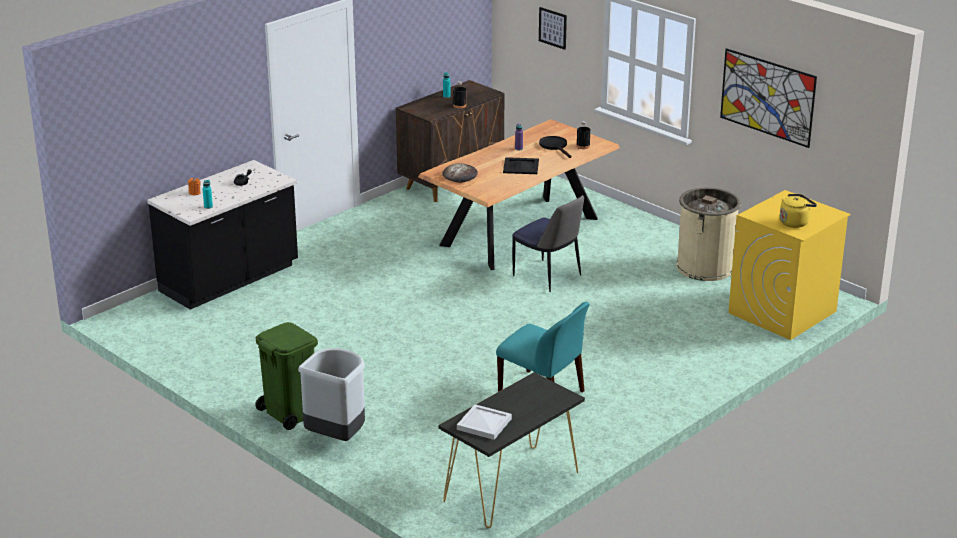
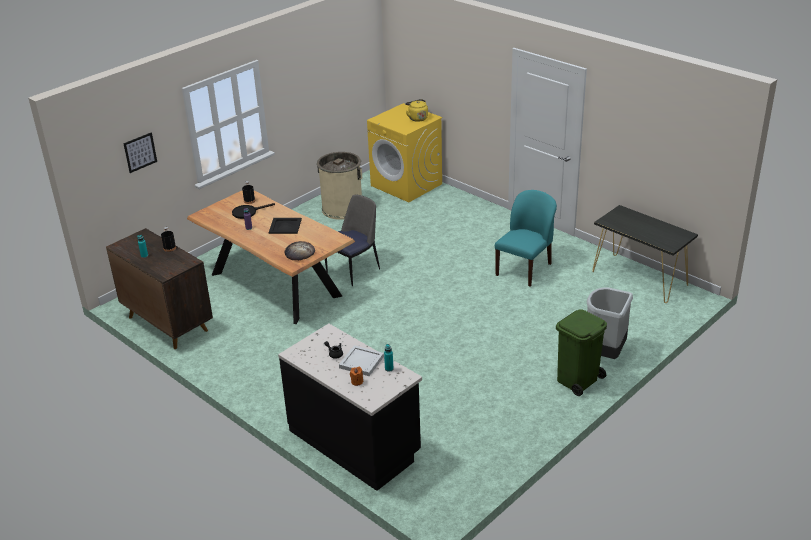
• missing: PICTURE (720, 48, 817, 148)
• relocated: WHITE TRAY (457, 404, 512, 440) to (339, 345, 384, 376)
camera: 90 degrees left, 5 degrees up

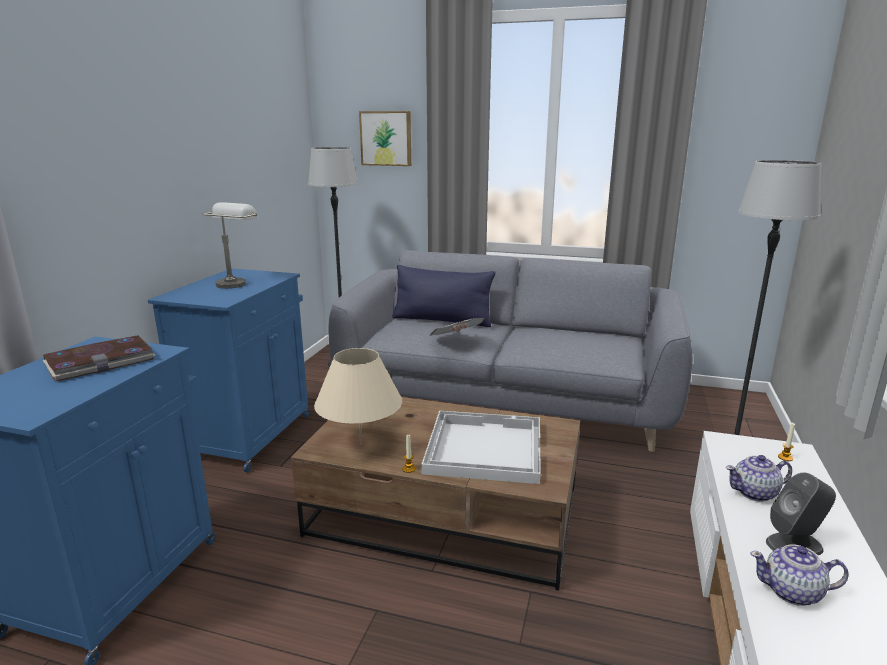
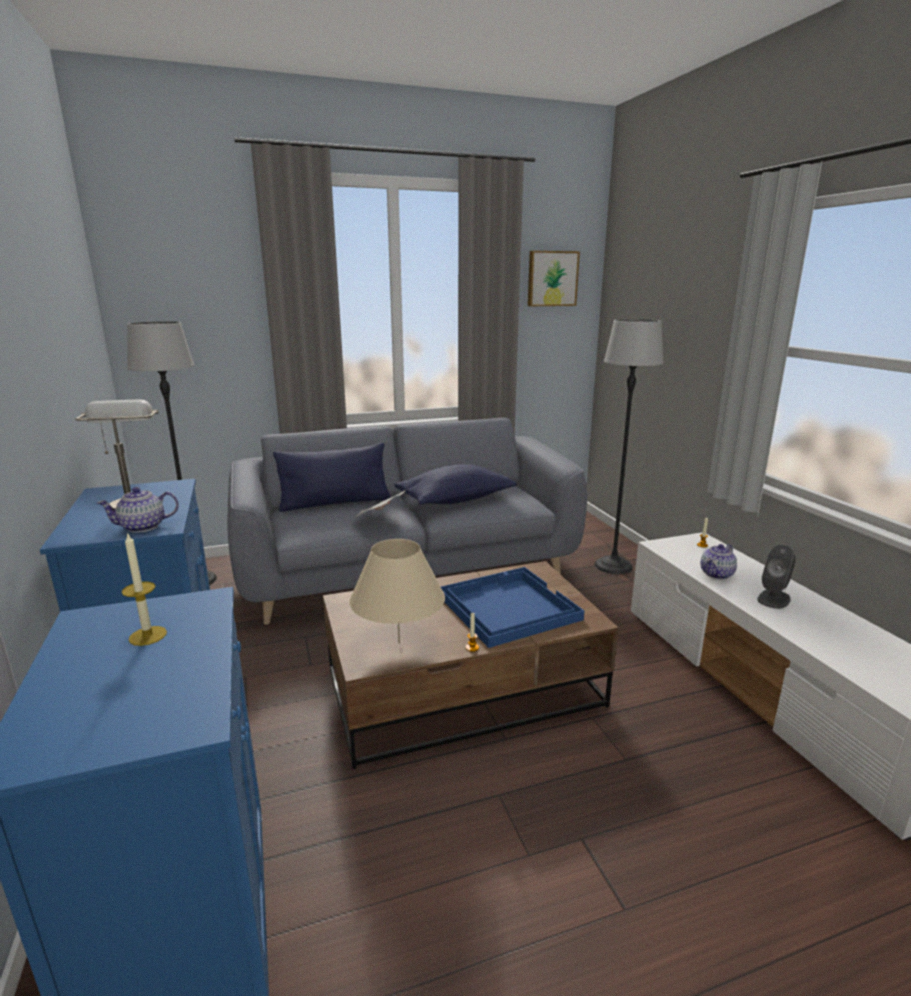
• relocated: PICTURE (359, 111, 411, 166) to (528, 251, 580, 306)
• exchanged: BOOK (43, 335, 156, 382) to CANDLE (122, 532, 167, 646)
• colour: WHITE TRAY (421, 411, 541, 484) to BLUE TRAY (441, 567, 584, 648)
• relocated: TEAPOT (750, 544, 849, 606) to (97, 487, 179, 533)
• appeared: BLUE PILLOW (394, 464, 517, 505)
camera: 35 degrees left, 0 degrees up

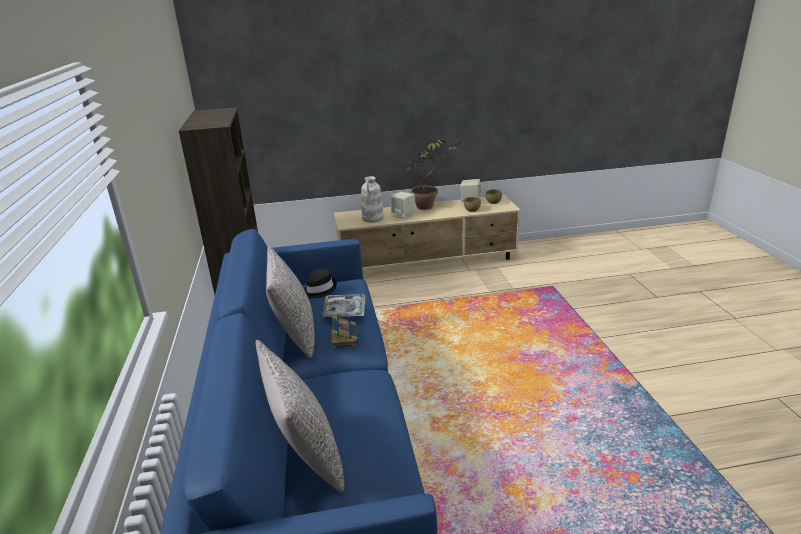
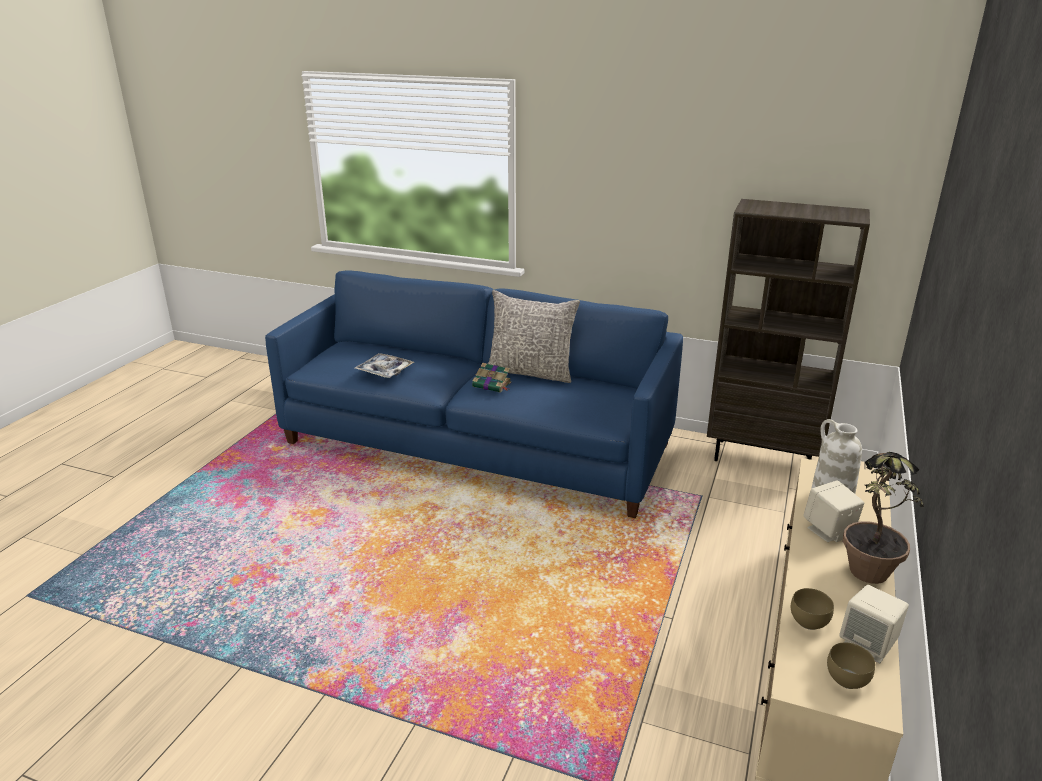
• missing: BLACK HAT (304, 268, 337, 299)
• relocated: TRAY (322, 294, 365, 318) to (355, 353, 414, 378)
• missing: GREY PILLOW (256, 340, 345, 492)
camera: 120 degrees right, 0 degrees up

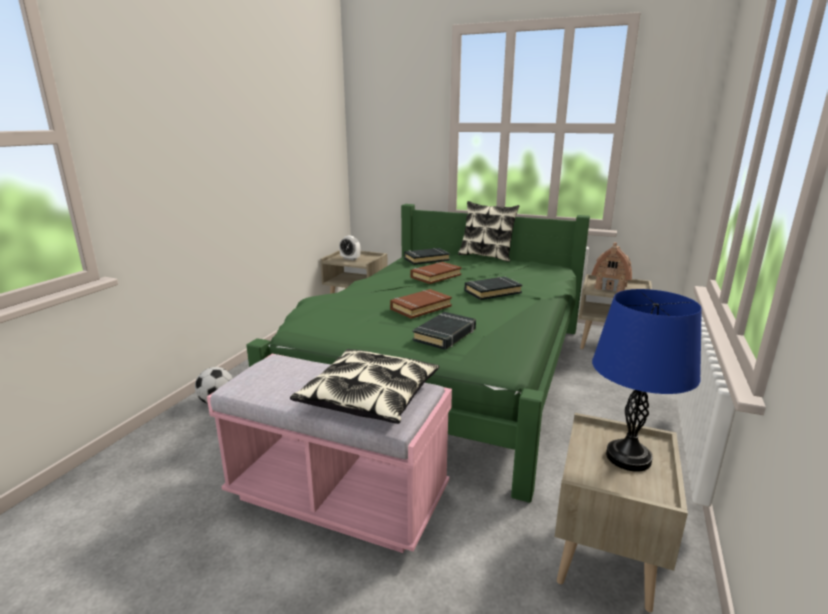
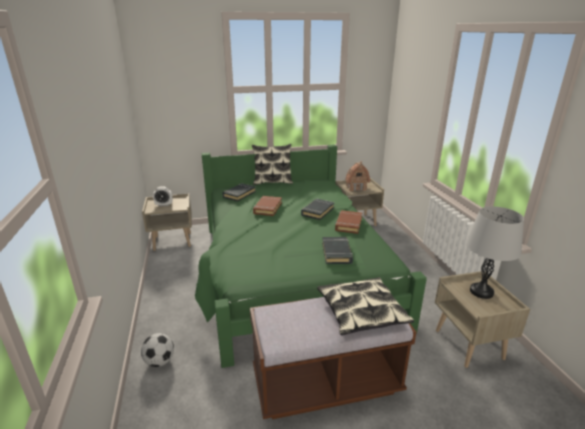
• relocated: BROWN BOOK (390, 289, 452, 319) to (335, 210, 362, 234)
• colour: BLUE TABLE LAMP (592, 289, 701, 472) to GREY TABLE LAMP (466, 206, 524, 299)
• colour: PINK BENCH (207, 354, 452, 553) to BROWN BENCH (250, 297, 416, 419)
camera: 35 degrees left, 5 degrees up

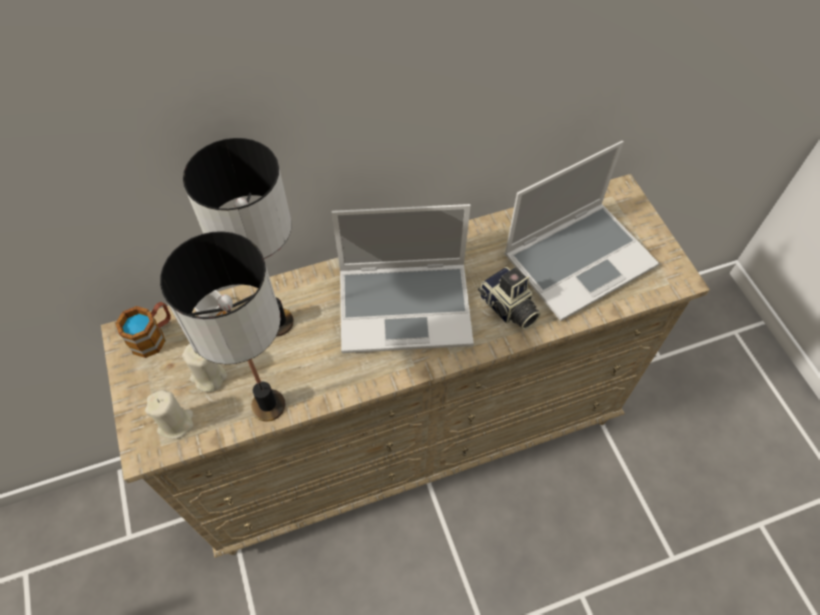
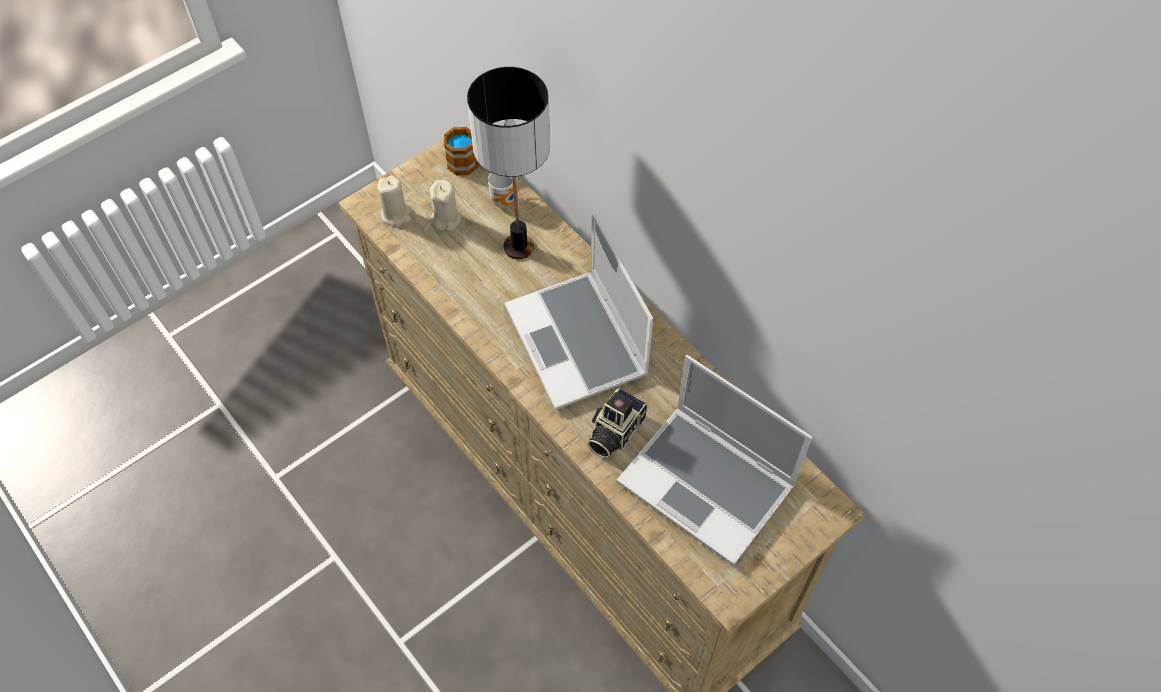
• missing: TABLE LAMP (160, 231, 285, 422)
camera: 70 degrees right, 0 degrees up

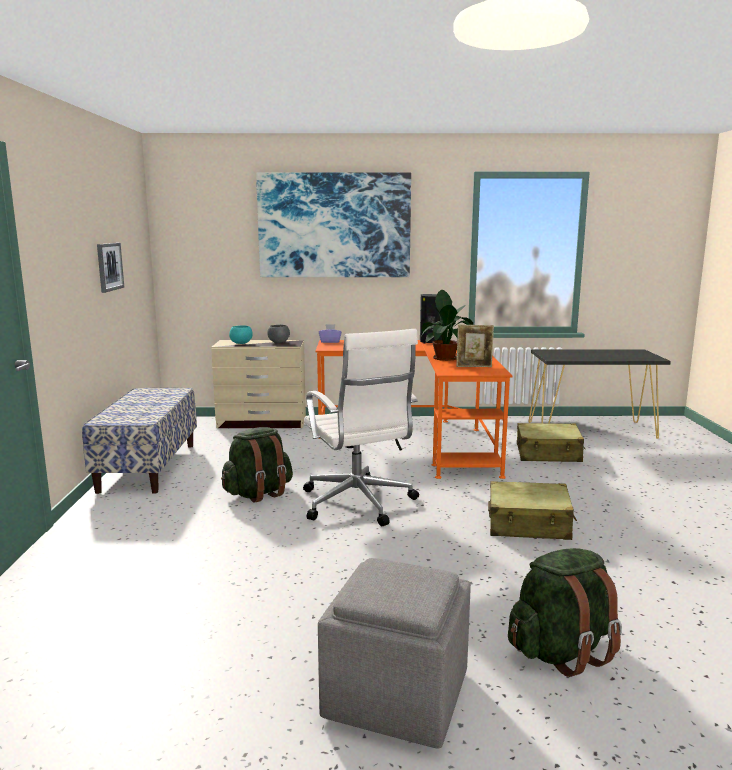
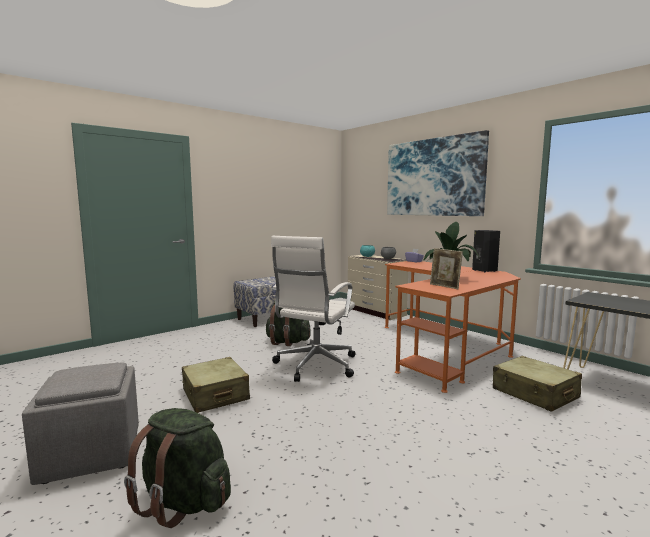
• missing: PICTURE (97, 243, 124, 293)
• relocated: BEIGE SUITCASE (488, 481, 577, 540) to (182, 357, 250, 413)
camera: 50 degrees right, 5 degrees down

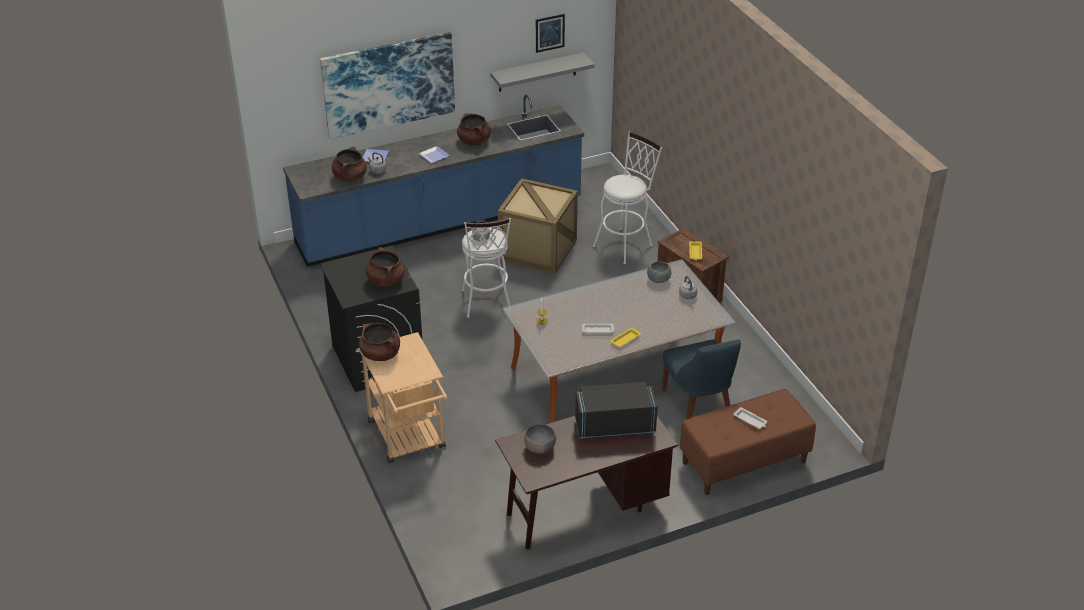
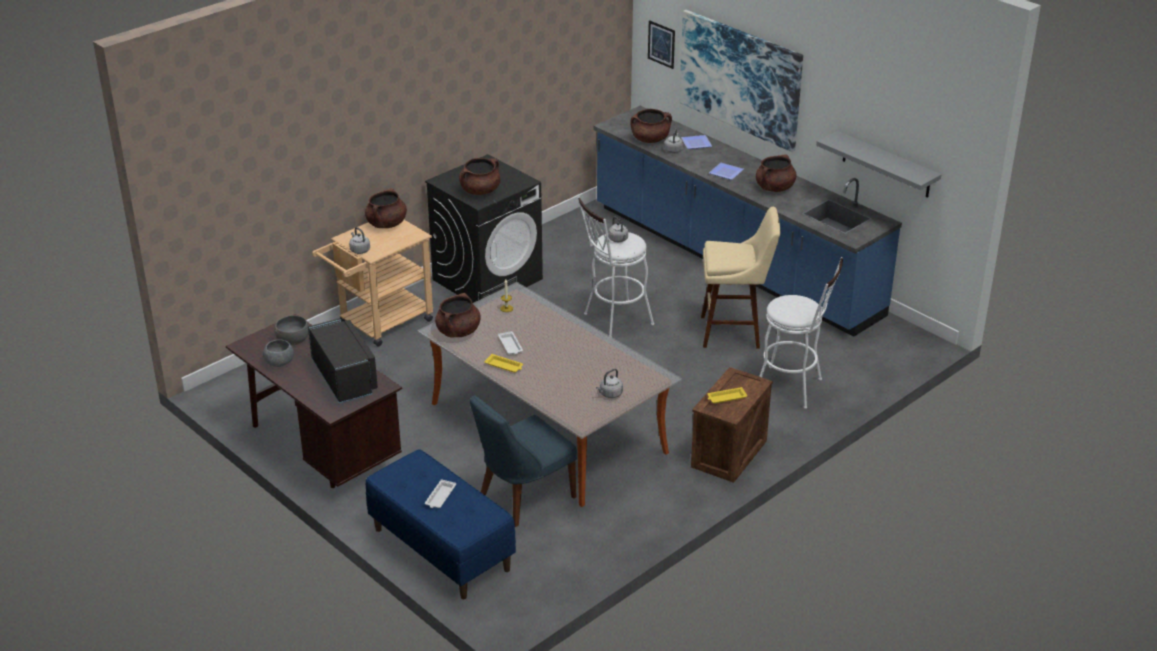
• relocated: PICTURE (536, 14, 565, 53) to (648, 20, 675, 69)
• exchanged: CRATE (498, 178, 578, 274) to BEIGE STOOL (701, 207, 780, 348)
• relocated: GREY BOWL (647, 261, 671, 283) to (263, 340, 294, 367)
• colour: BROWN BENCH (680, 389, 816, 495) to BLUE BENCH (366, 449, 516, 599)
• appeared: GREY KETTLE (349, 227, 370, 254)
• appeared: BROWN COOKING POT (435, 293, 481, 338)
camera: 70 degrees right, 5 degrees down

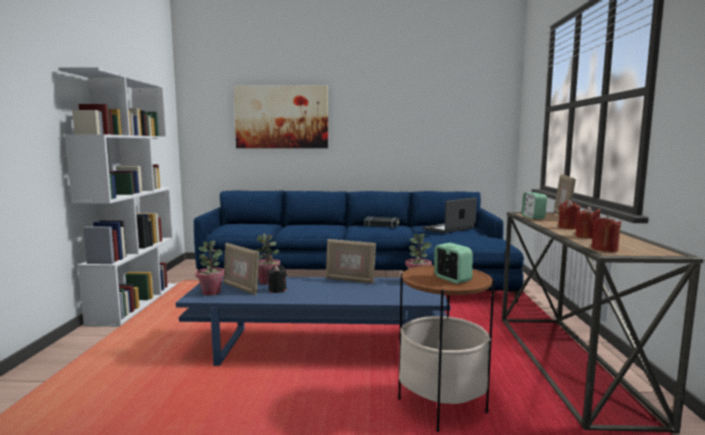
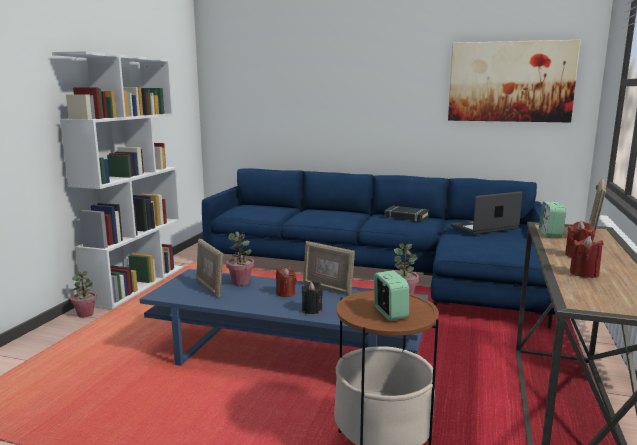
• relocated: PICTURE (234, 85, 328, 148) to (448, 40, 581, 123)
• relocated: RED CANDLE (591, 215, 622, 252) to (276, 268, 297, 297)
• relocated: POTTED PLANT (196, 241, 225, 296) to (70, 271, 97, 318)
• relocated: BLACK CANDLE (268, 265, 287, 293) to (302, 281, 323, 314)
camera: 15 degrees right, 5 degrees up

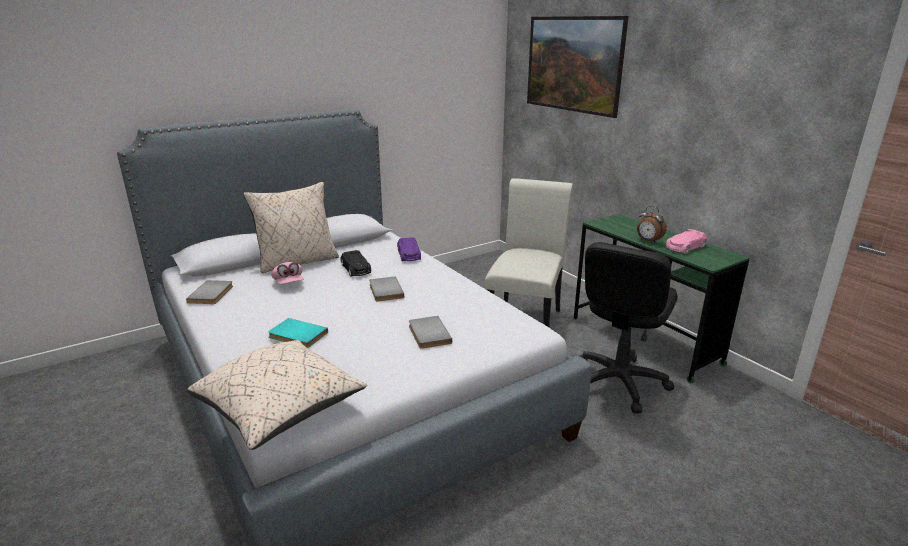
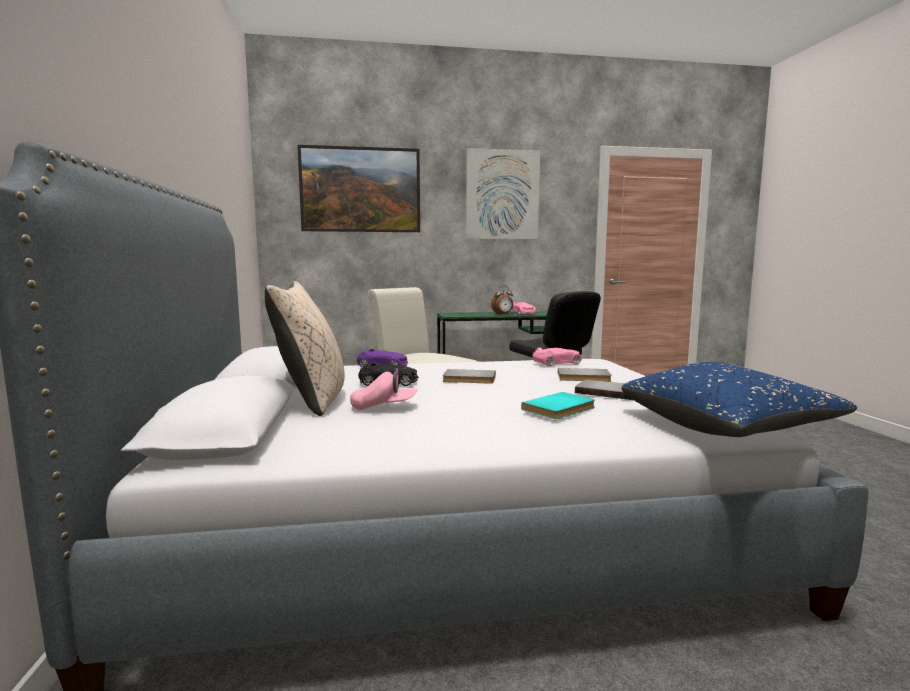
• relocated: GREY BOOK (186, 280, 233, 304) to (575, 379, 633, 400)
• colour: BEIGE PILLOW (187, 340, 367, 450) to BLUE PILLOW (622, 362, 857, 437)
• appeared: PICTURE (466, 148, 540, 239)
• appeared: PINK TOY CAR (532, 348, 582, 366)
camera: 65 degrees left, 15 degrees down

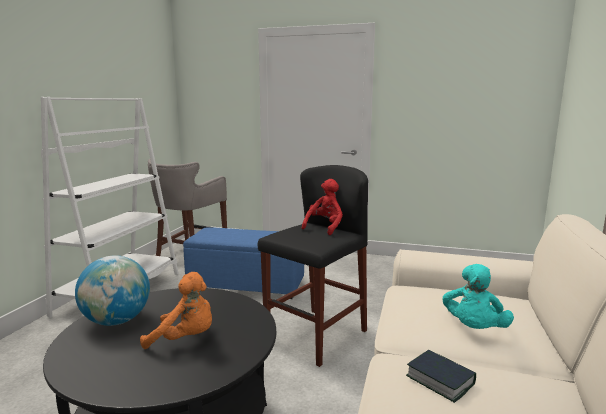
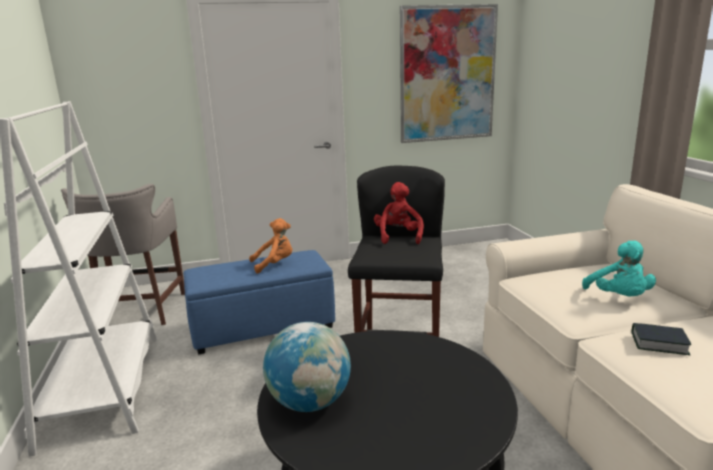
• relocated: ORANGE PLUSH TOY (140, 272, 212, 349) to (249, 218, 292, 274)
• appeared: PICTURE (400, 4, 498, 143)
camera: 30 degrees left, 5 degrees up

